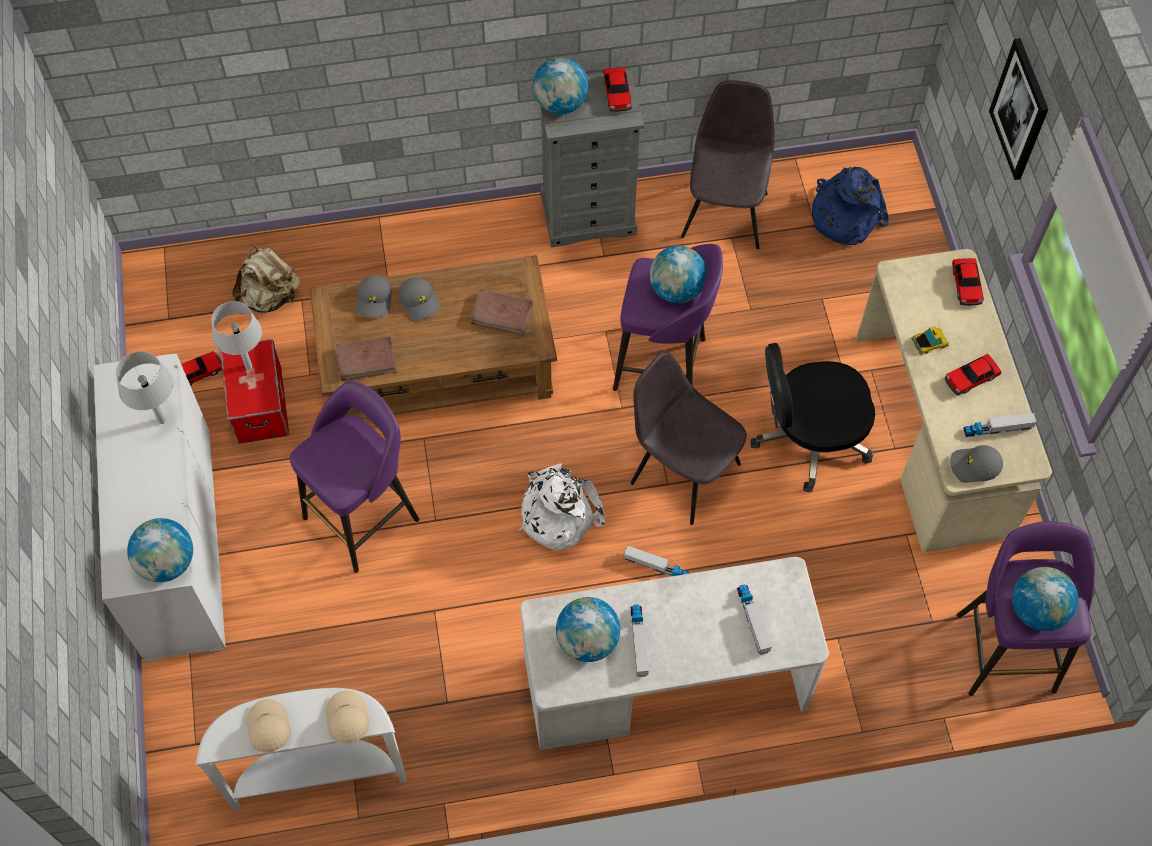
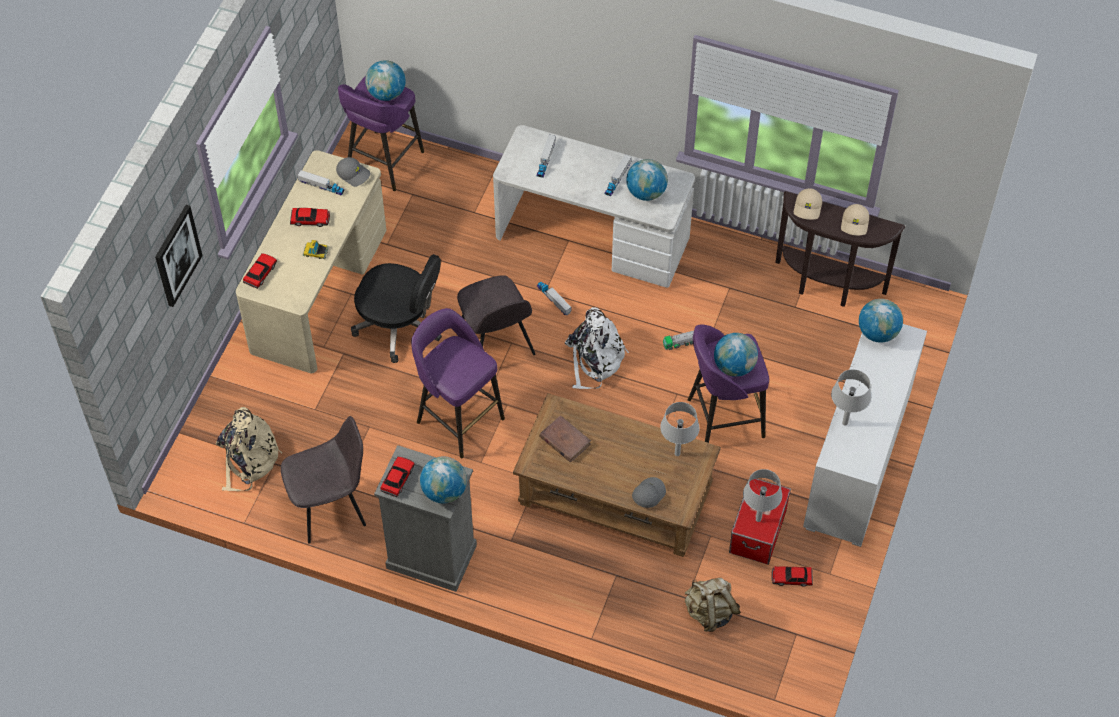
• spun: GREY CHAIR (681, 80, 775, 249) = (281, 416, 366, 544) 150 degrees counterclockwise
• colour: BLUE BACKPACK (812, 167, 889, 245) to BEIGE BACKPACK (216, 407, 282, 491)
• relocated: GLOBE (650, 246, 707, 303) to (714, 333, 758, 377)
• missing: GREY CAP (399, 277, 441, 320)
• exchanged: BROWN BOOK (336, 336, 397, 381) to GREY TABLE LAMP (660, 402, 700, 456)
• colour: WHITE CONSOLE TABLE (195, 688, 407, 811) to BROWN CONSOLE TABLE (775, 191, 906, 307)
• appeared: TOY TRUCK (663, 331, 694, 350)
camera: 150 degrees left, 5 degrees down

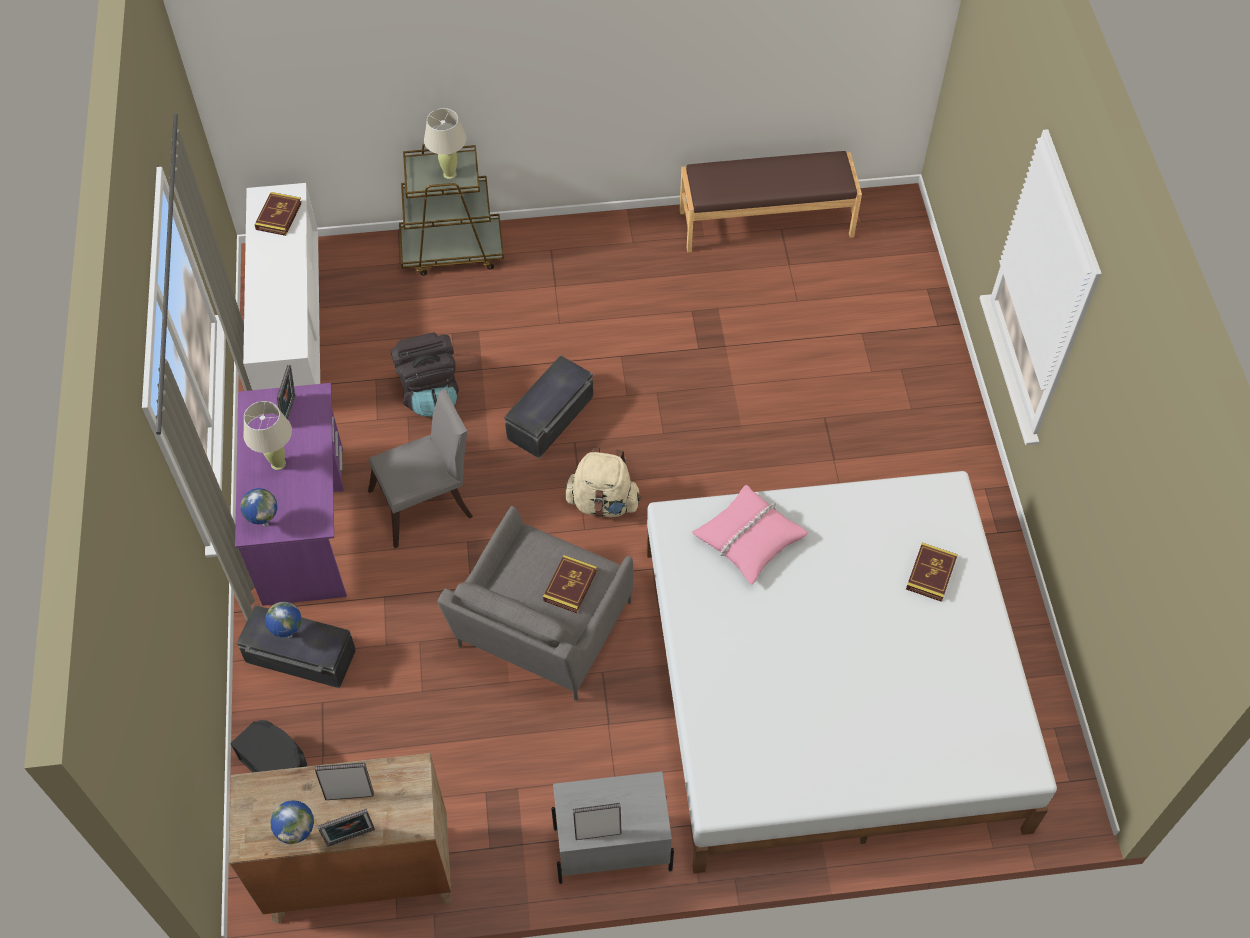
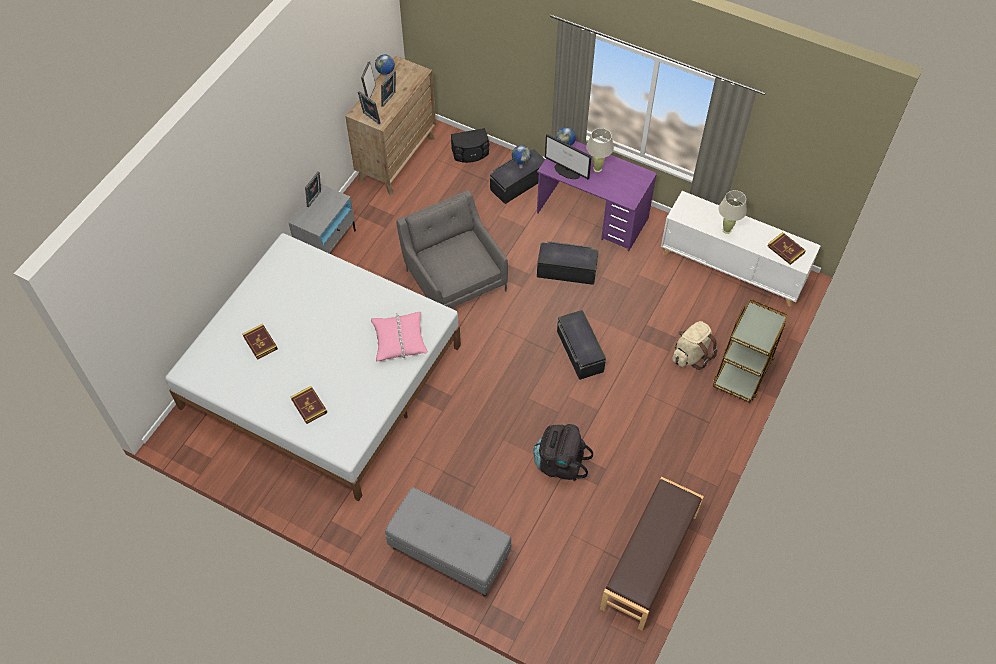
• relocated: BEIGE TABLE LAMP (424, 108, 466, 179) to (718, 190, 747, 234)
• relocated: BLACK BACKPACK (390, 332, 459, 417) to (533, 424, 593, 481)
• relocated: PICTURE FRAME (277, 365, 295, 420) to (358, 91, 380, 124)
• exchanged: GREY CHAIR (368, 389, 473, 548) to BLACK STORAGE BOX (537, 241, 599, 285)
• relocated: BEIGE BACKPACK (565, 448, 642, 517) to (672, 321, 717, 370)
• relocated: BOOK (543, 555, 597, 613) to (242, 324, 278, 360)
• appeared: MONITOR (545, 134, 592, 179)
• appeared: GREY BENCH (385, 487, 512, 597)
camera: 125 degrees right, 0 degrees up

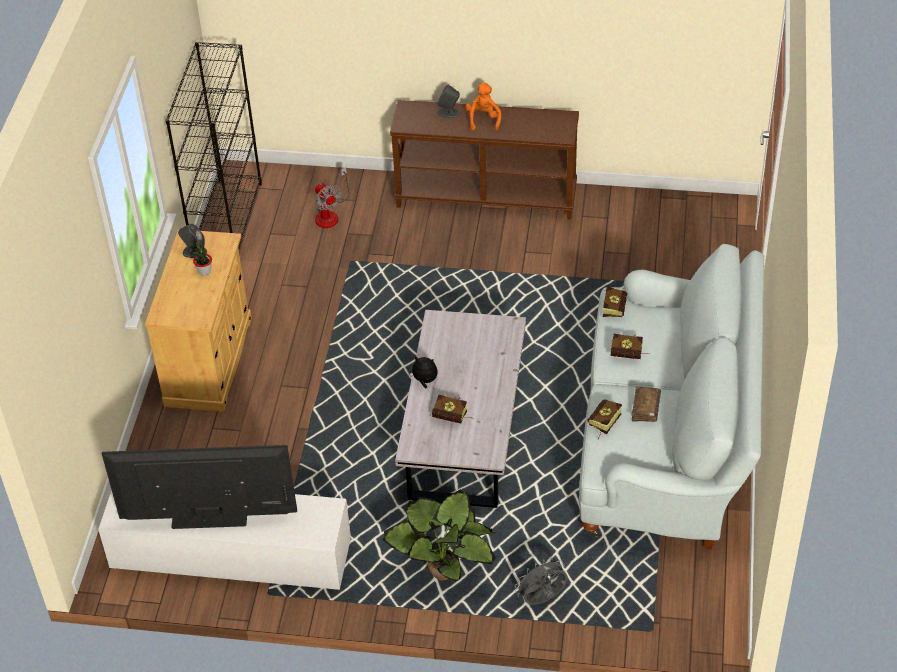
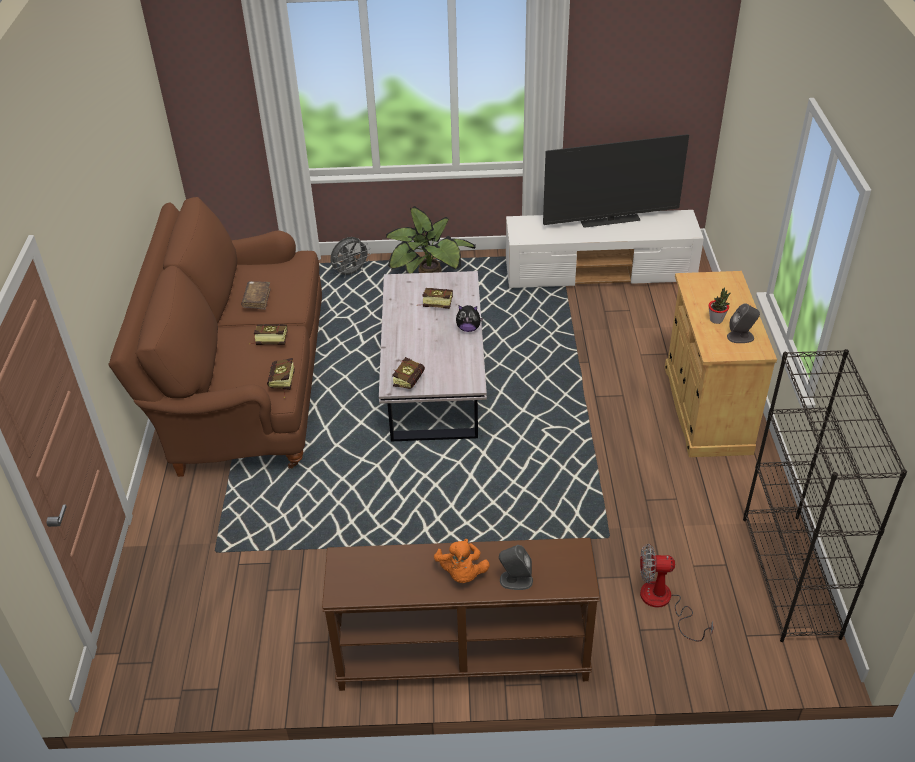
• spun: FAN (315, 167, 350, 228) = (640, 544, 714, 641) 45 degrees counterclockwise
• colour: WHITE SOFA (579, 244, 764, 550) to BROWN SOFA (108, 197, 322, 477)
• relocated: BOOK (587, 399, 622, 440) to (392, 357, 425, 389)
camera: 170 degrees right, 5 degrees down

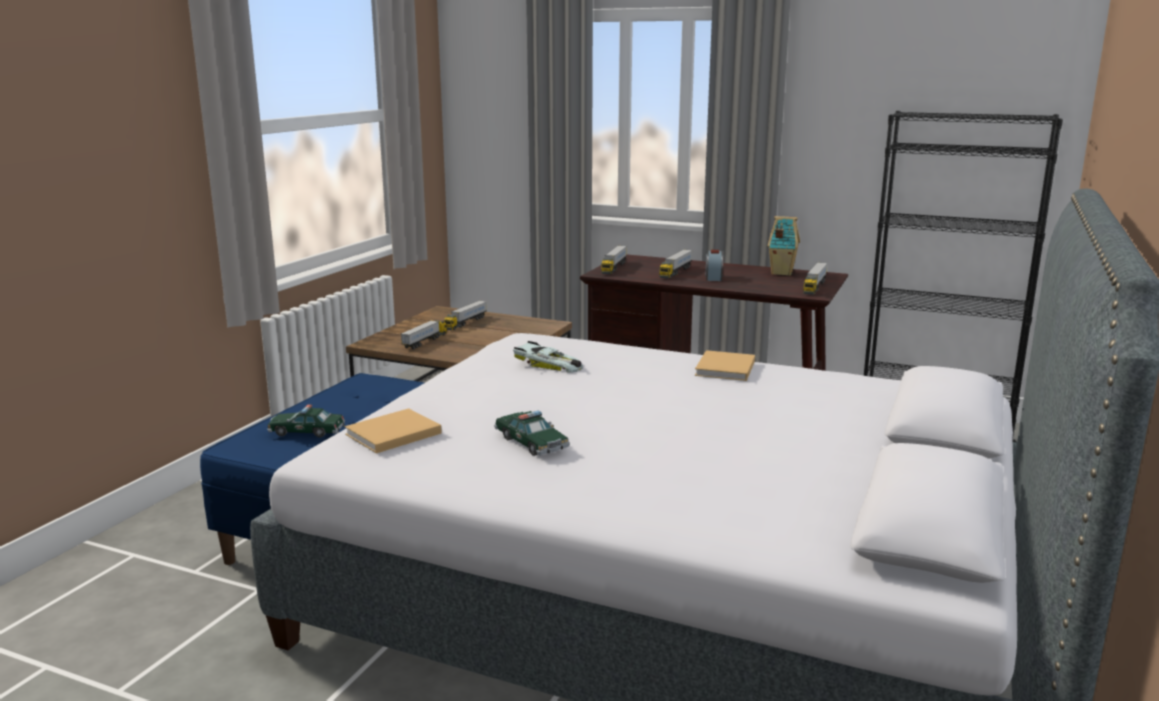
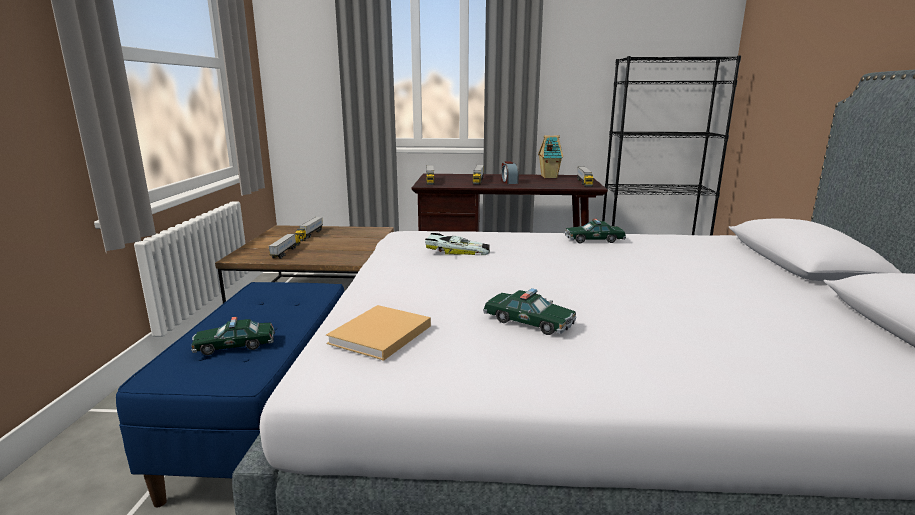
• exchanged: BEIGE BOOK (695, 350, 755, 381) to TOY CAR (565, 219, 626, 243)
camera: 20 degrees left, 0 degrees up

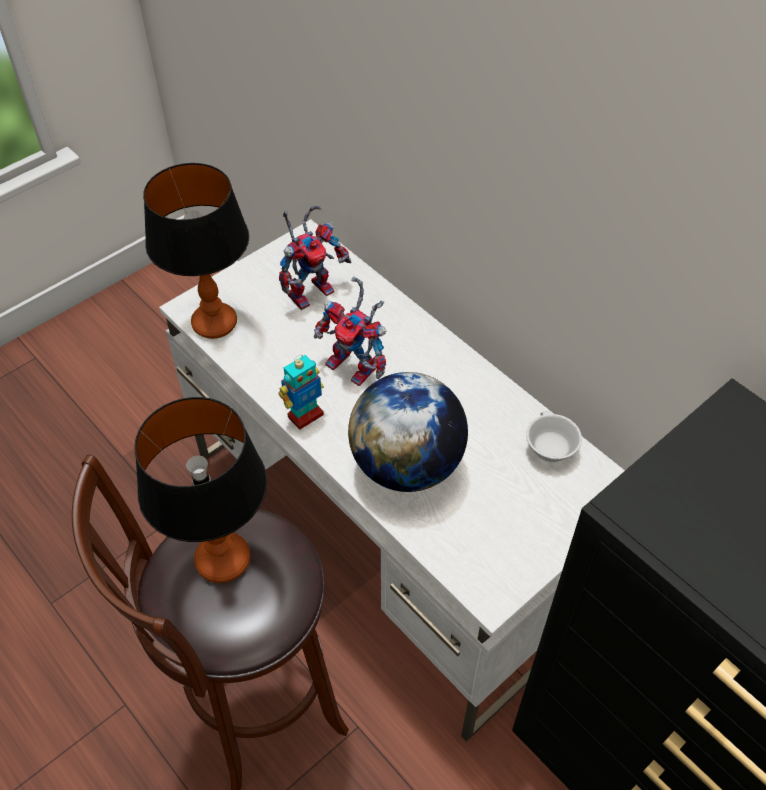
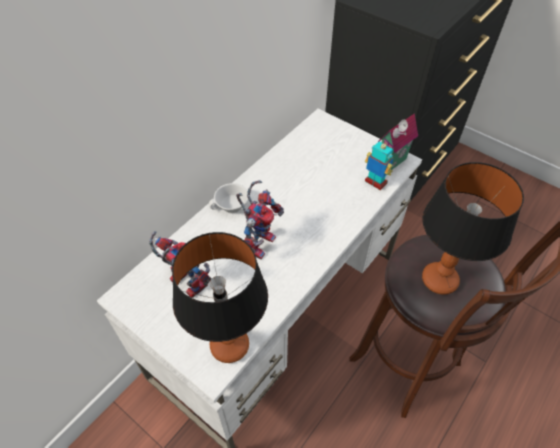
• relocated: TOY ROBOT (278, 355, 324, 430) to (365, 142, 393, 190)
• missing: GLOBE (348, 372, 468, 492)
• relocated: WHITE CUP (526, 411, 582, 463) to (209, 183, 248, 214)
• appeared: TOY HOUSE (378, 113, 418, 170)
camera: 100 degrees left, 0 degrees up

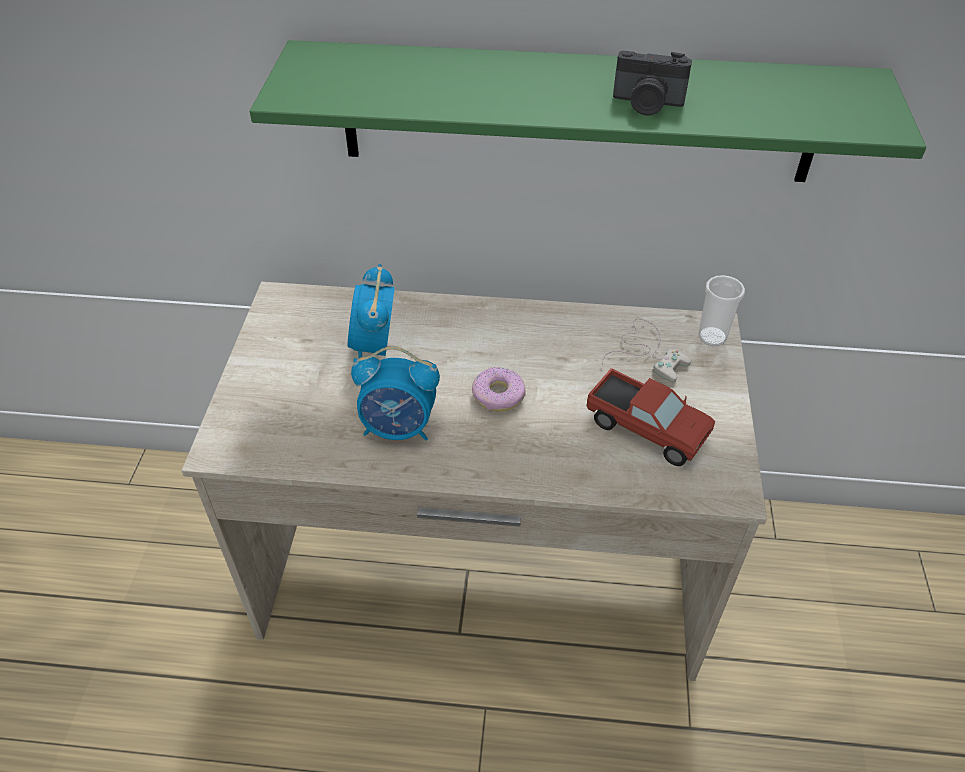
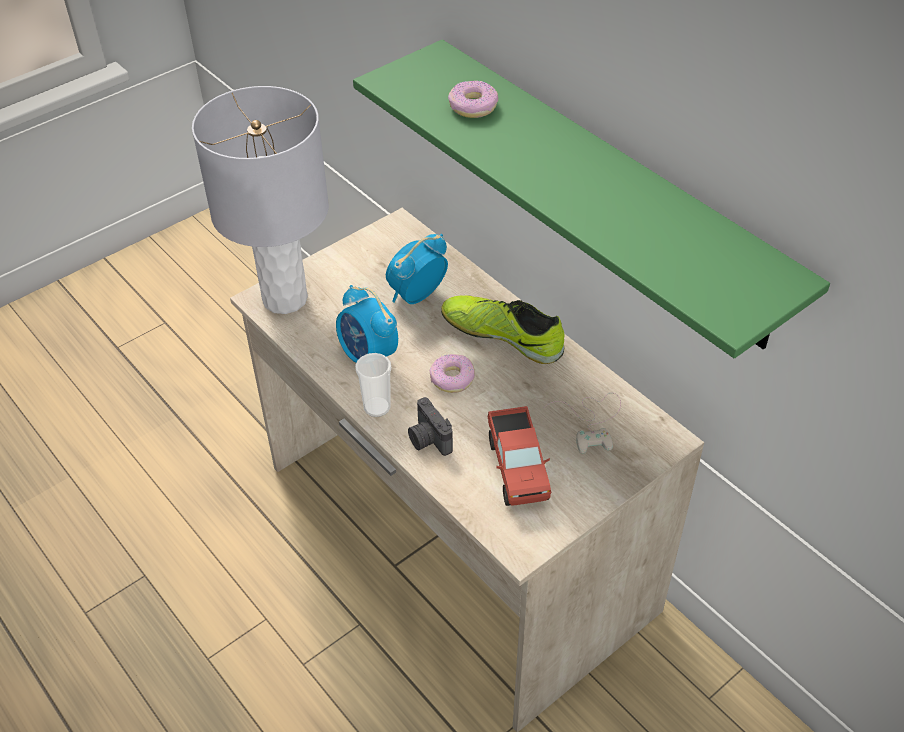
• relocated: PHOTO CAMERA (613, 51, 692, 115) to (408, 397, 453, 456)
• relocated: CUP (698, 275, 745, 346) to (355, 353, 391, 417)
• appeared: DONUT (448, 80, 498, 118)
• appeared: GREY TABLE LAMP (192, 86, 329, 314)
• appeared: SHOE (441, 295, 565, 364)
camera: 45 degrees right, 0 degrees up

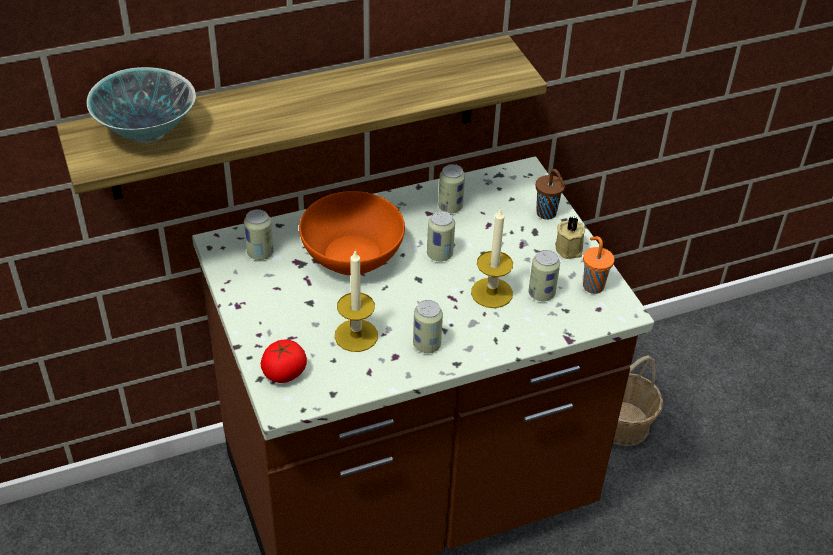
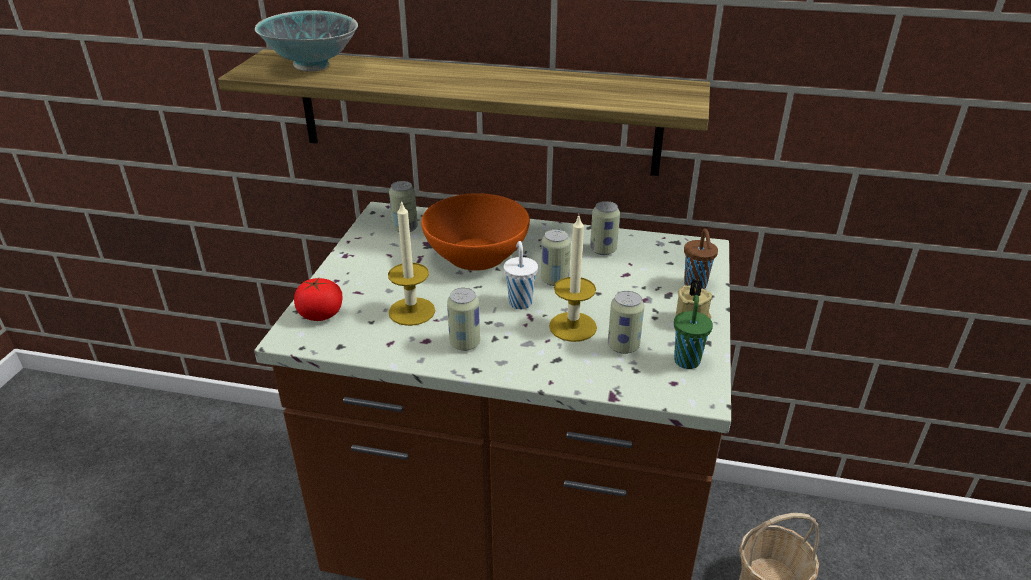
• colour: ORANGE CUP (583, 236, 614, 294) to GREEN CUP (674, 295, 713, 369)
• appeared: WHITE CUP (504, 241, 538, 309)
camera: 35 degrees right, 10 degrees down

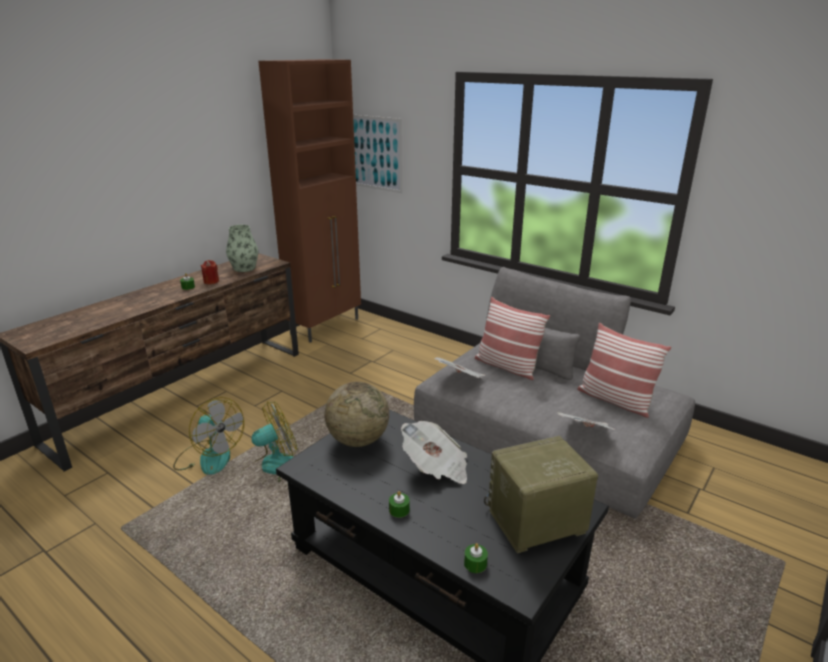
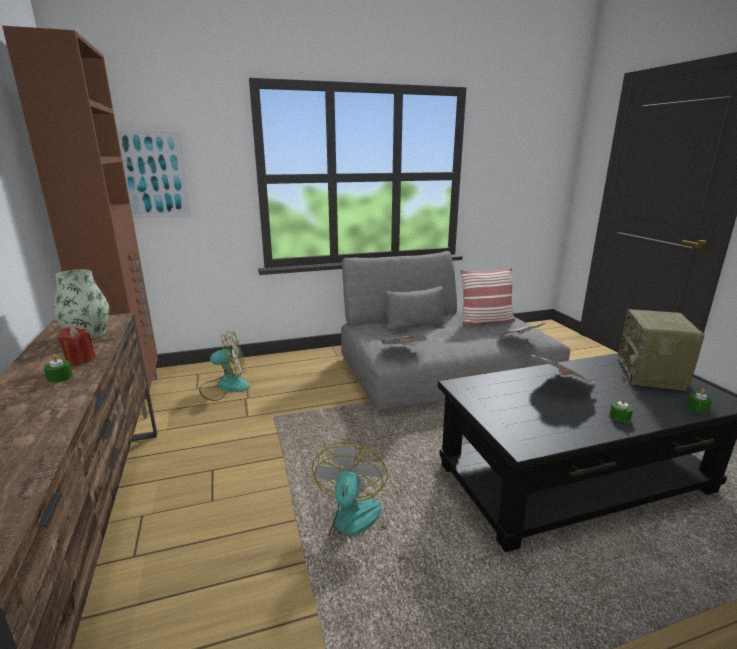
• missing: PILLOW (475, 297, 550, 380)
• missing: GLOBE (325, 382, 389, 447)
• relocated: FAN (173, 397, 244, 475) to (199, 330, 250, 401)
camera: 55 degrees left, 5 degrees down

